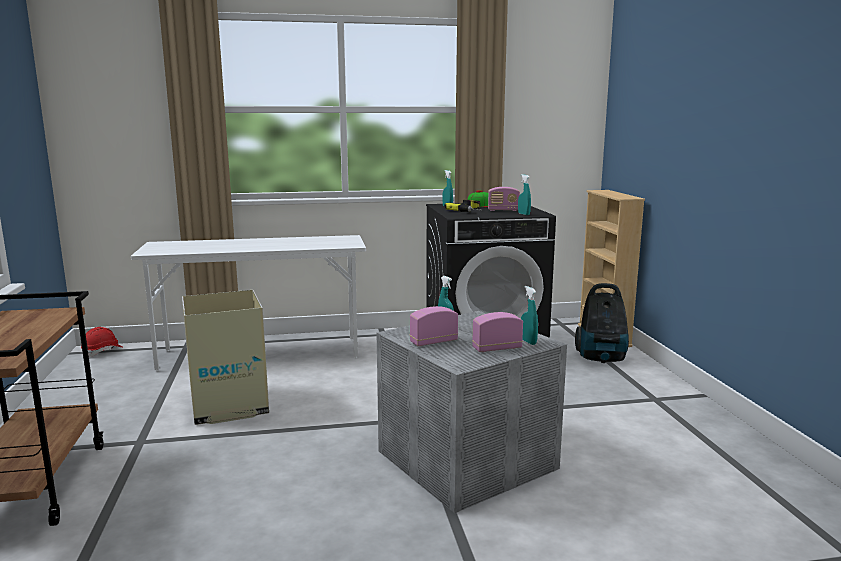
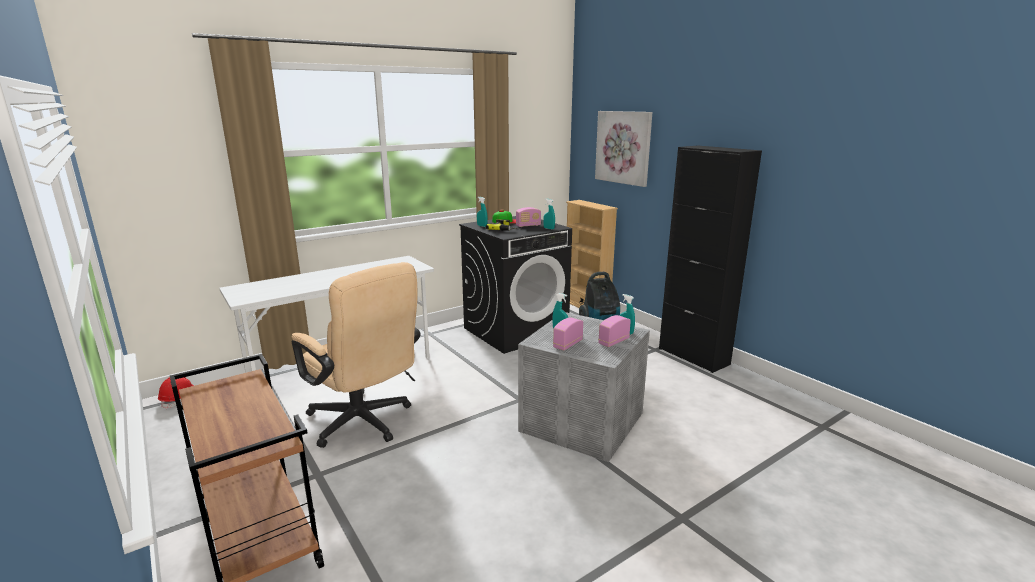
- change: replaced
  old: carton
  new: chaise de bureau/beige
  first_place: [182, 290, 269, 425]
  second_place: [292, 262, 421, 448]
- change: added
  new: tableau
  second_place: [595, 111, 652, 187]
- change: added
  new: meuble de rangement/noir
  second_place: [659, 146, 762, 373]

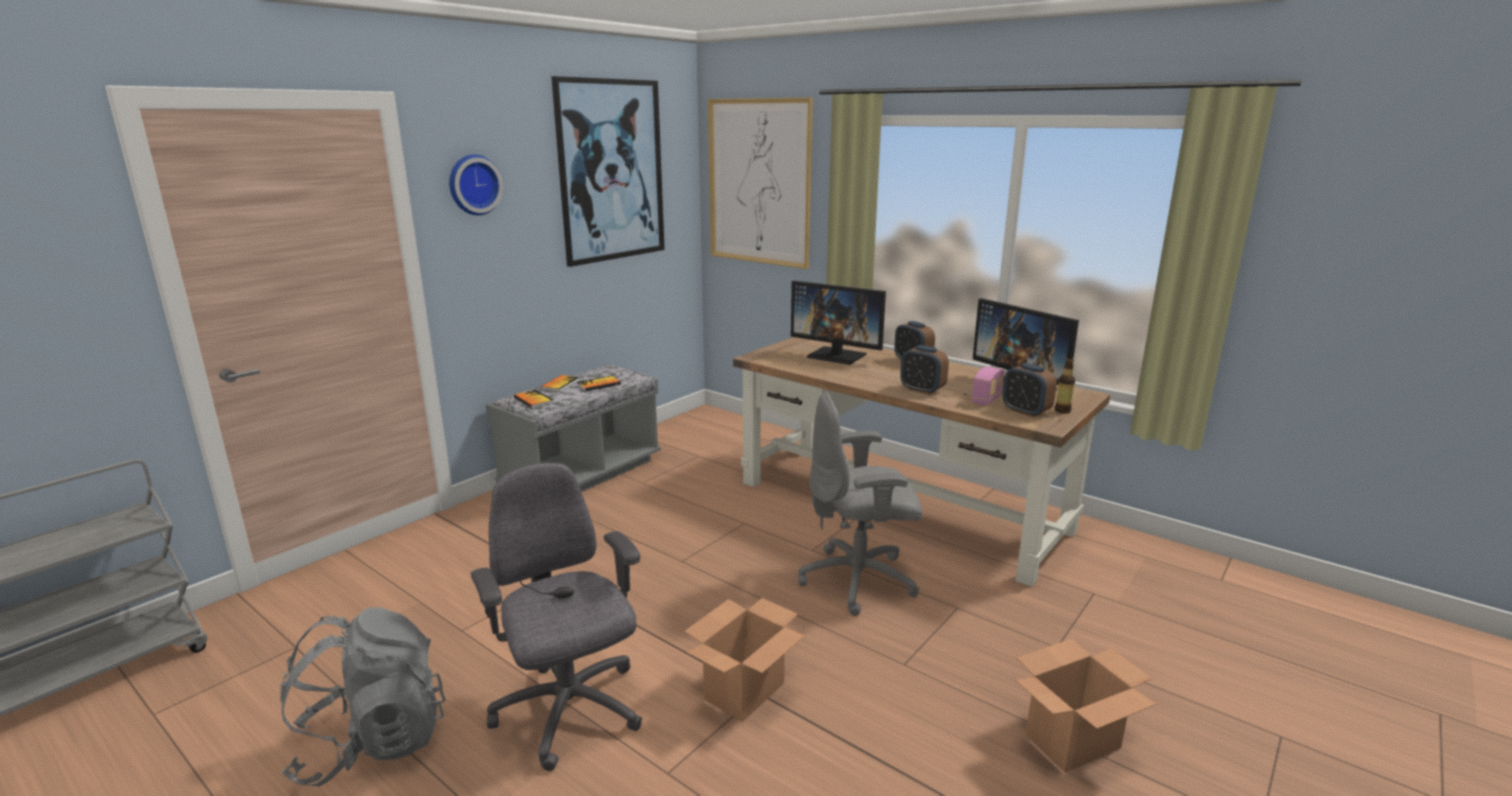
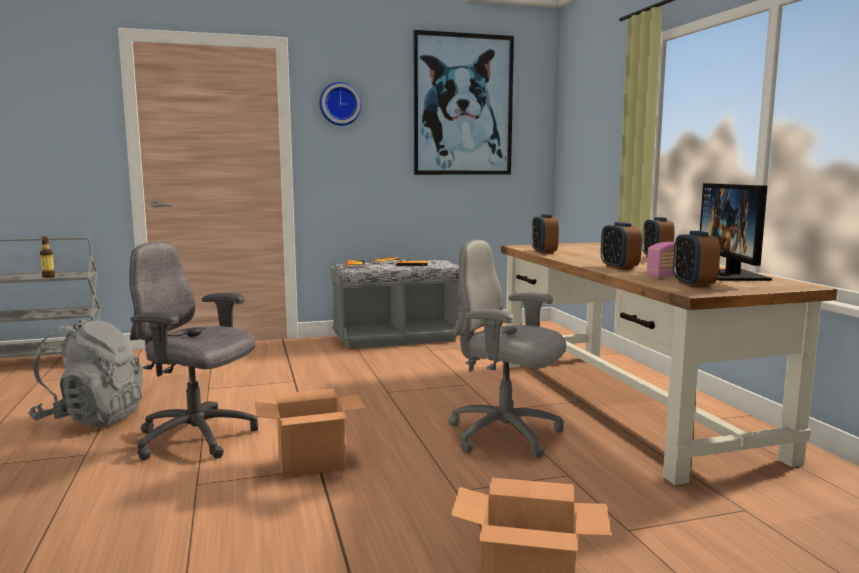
- change: moved
  old: bouteille
  first_place: [1055, 358, 1075, 414]
  second_place: [40, 237, 55, 278]
- change: turned
  old: chaise de bureau/gris
  first_place: [471, 463, 642, 771]
  second_place: [129, 241, 258, 460]
  degrees: -75
- change: added
  new: réveil
  second_place: [532, 214, 559, 254]
- change: removed
  old: tableau
  first_place: [708, 98, 813, 269]
- change: removed
  old: écran d'ordinateur
  first_place: [791, 281, 886, 365]

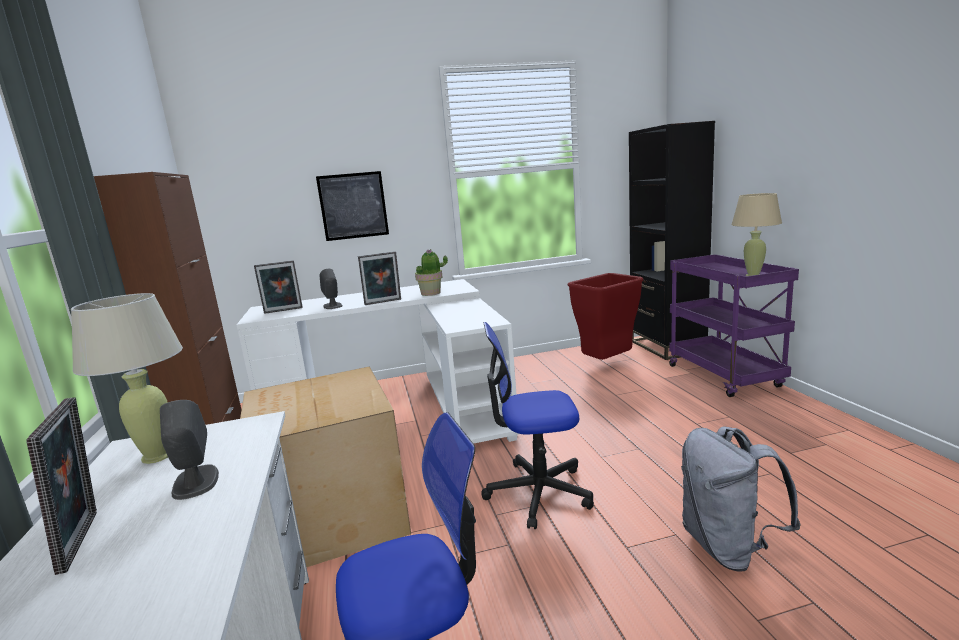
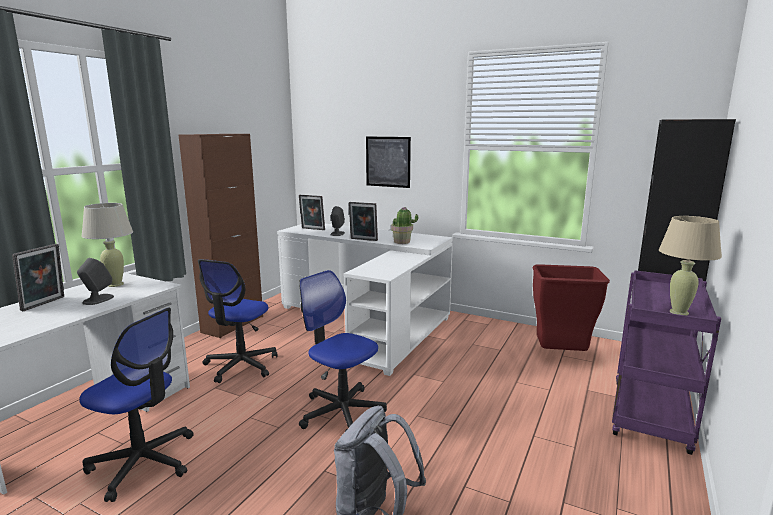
- change: replaced
  old: carton
  new: chaise de bureau
  first_place: [240, 366, 411, 567]
  second_place: [198, 259, 278, 383]

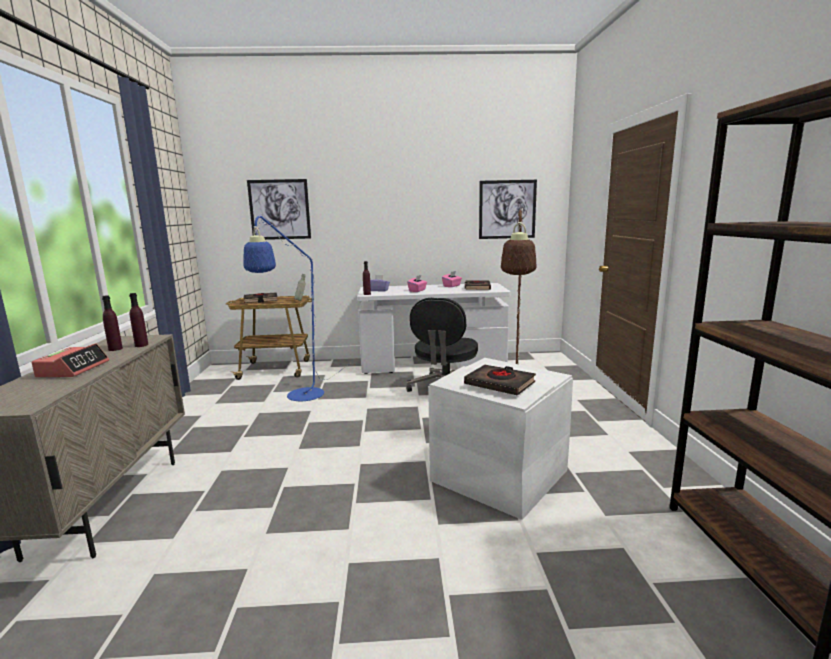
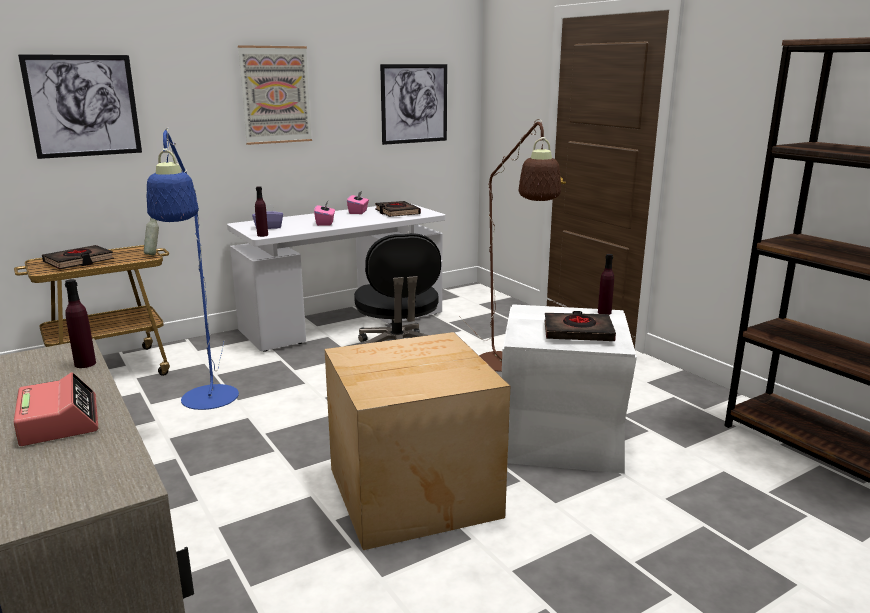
- change: added
  new: tableau
  second_place: [238, 45, 312, 145]
- change: added
  new: carton
  second_place: [325, 332, 510, 550]
- change: moved
  old: bouteille/violet
  first_place: [102, 295, 123, 351]
  second_place: [598, 254, 614, 315]

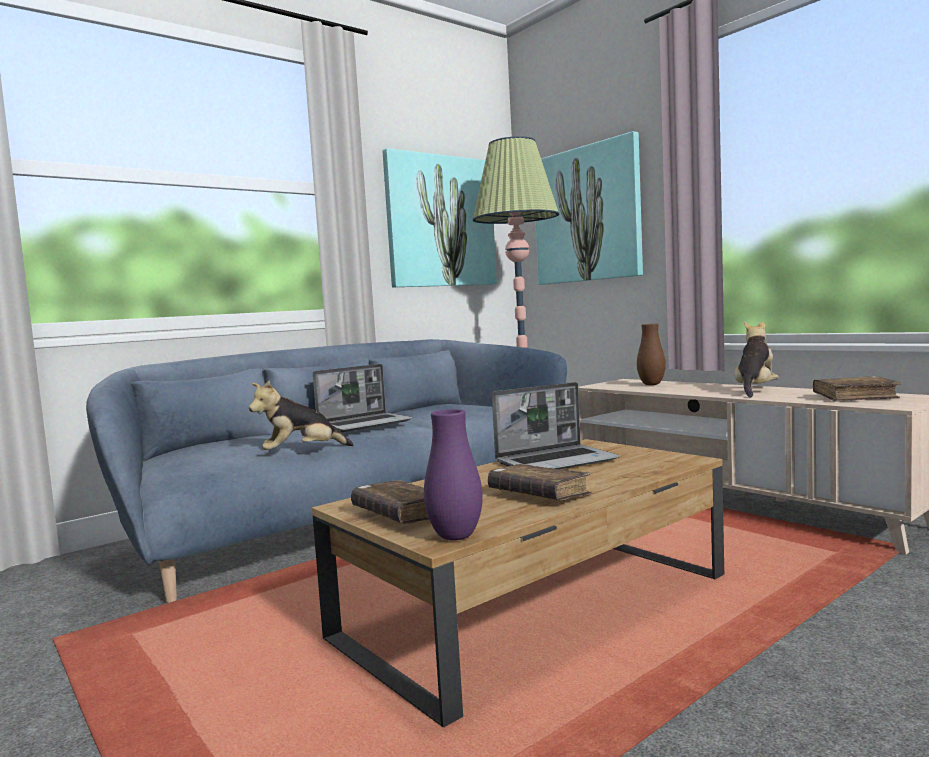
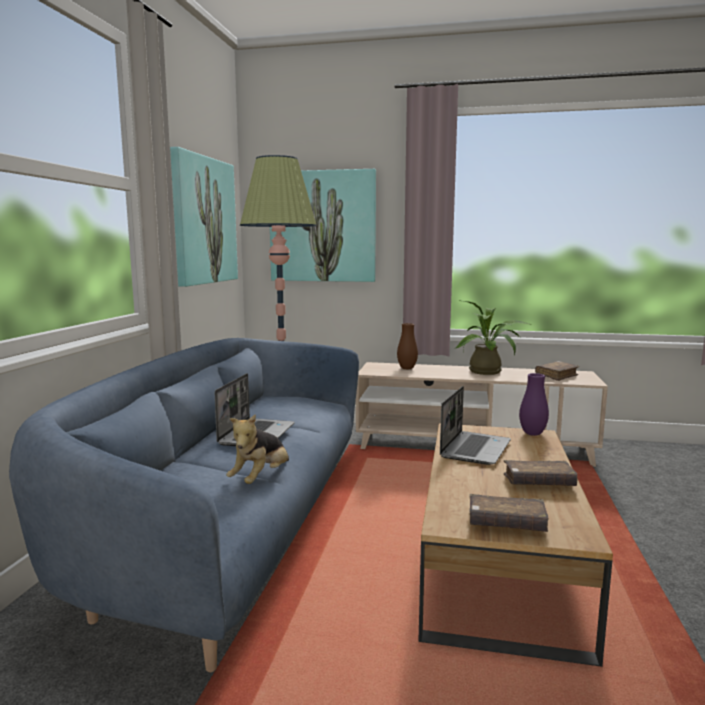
- change: replaced
  old: peluche
  new: plante en pot
  first_place: [734, 321, 779, 398]
  second_place: [456, 301, 532, 375]
- change: moved
  old: vase/violet
  first_place: [424, 409, 483, 541]
  second_place: [519, 373, 549, 436]

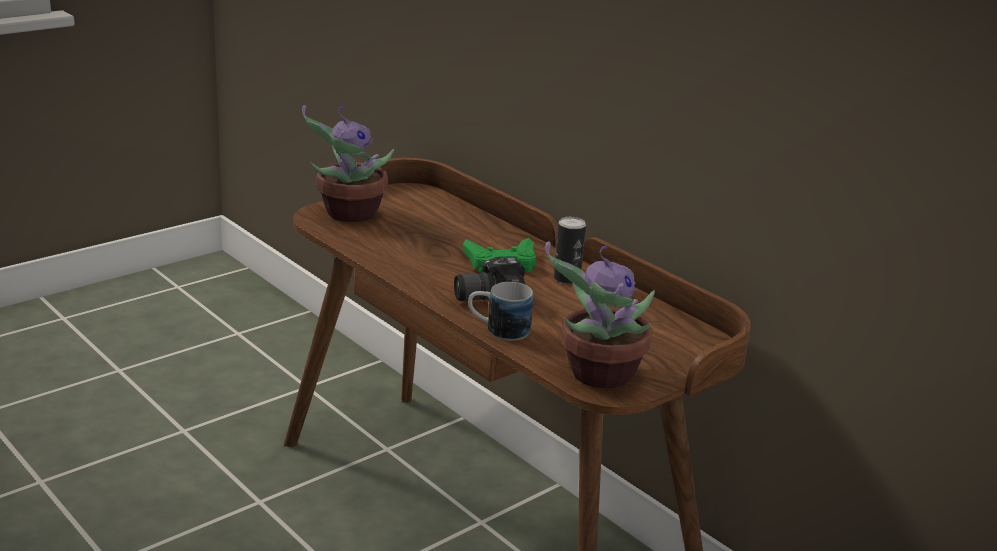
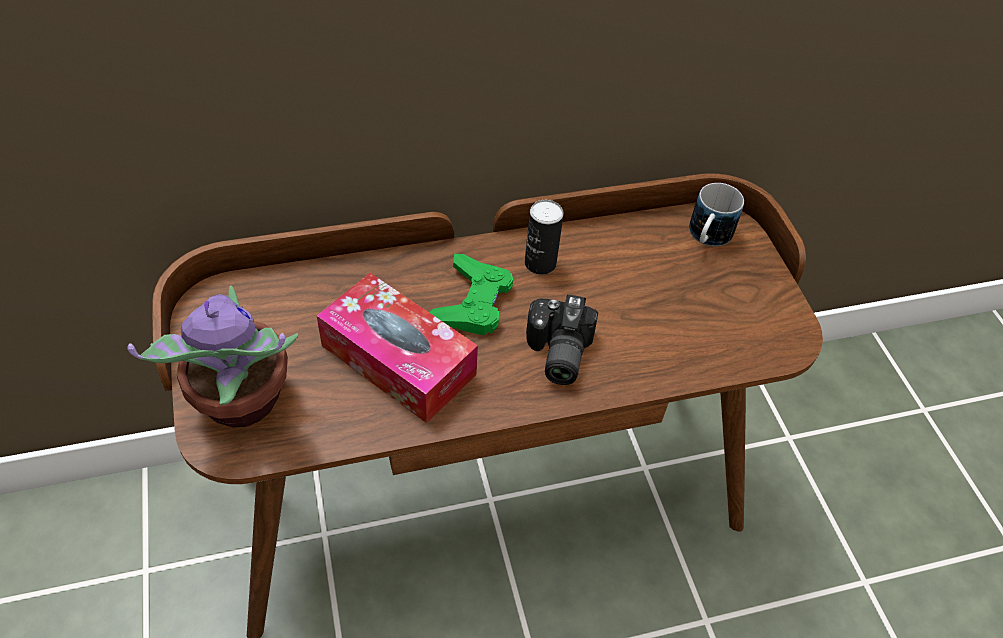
- change: added
  new: boîte à mouchoirs
  second_place: [316, 273, 478, 423]
- change: moved
  old: mug
  first_place: [468, 282, 533, 341]
  second_place: [689, 183, 744, 247]
- change: removed
  old: plante en pot
  first_place: [545, 242, 655, 388]

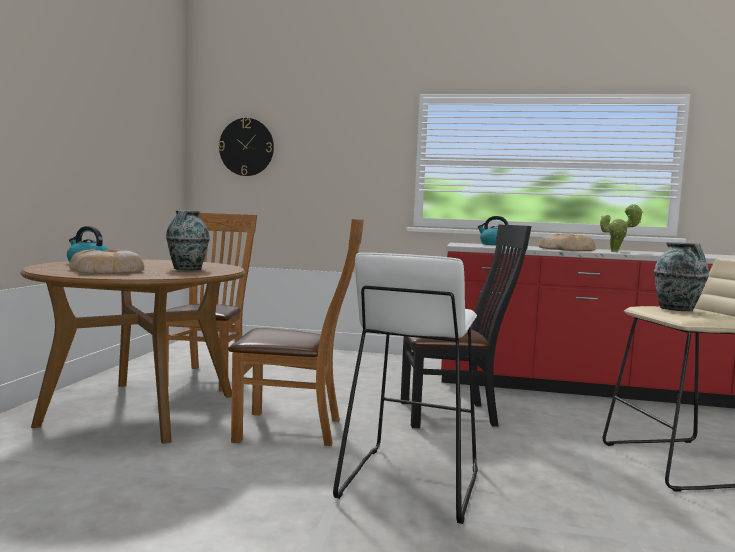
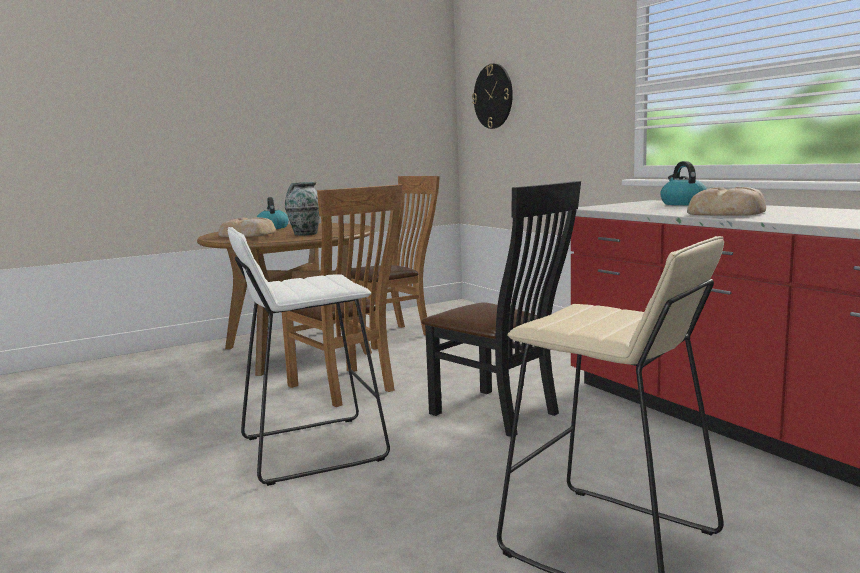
- change: removed
  old: plante en pot
  first_place: [600, 204, 643, 252]
- change: removed
  old: vase
  first_place: [654, 242, 709, 311]

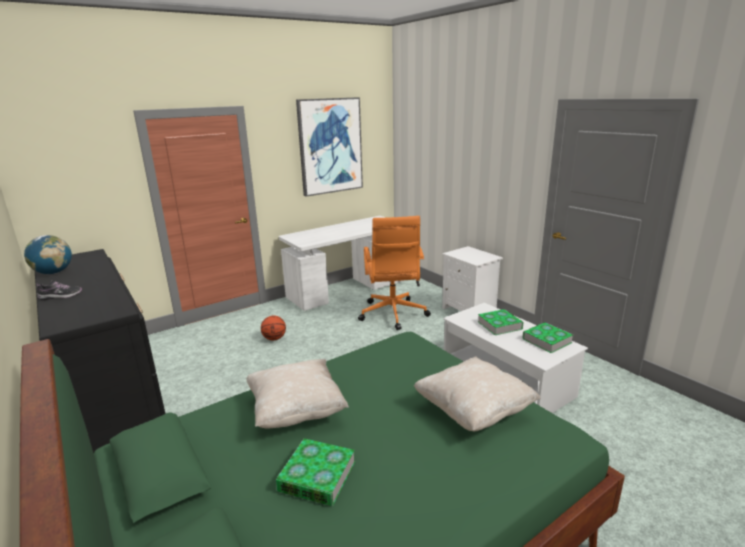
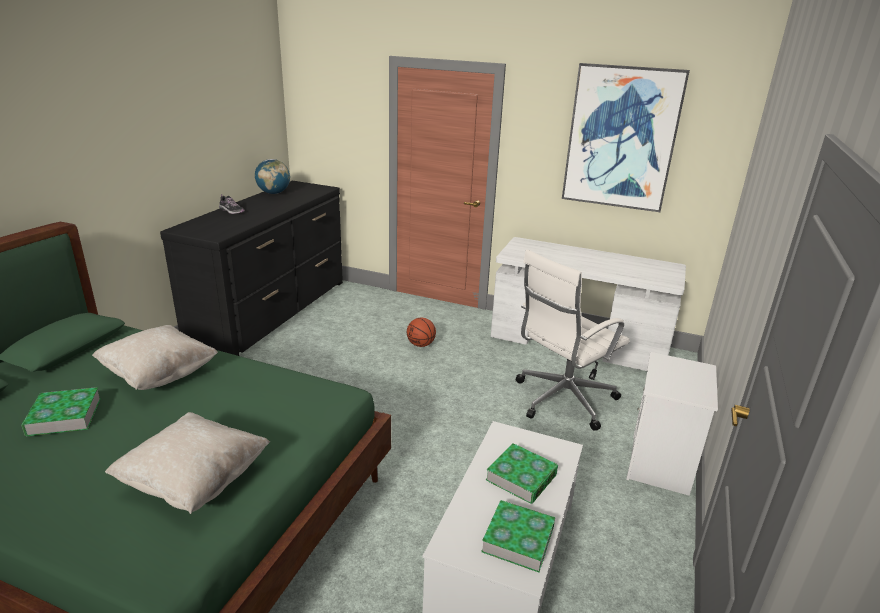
- change: recoloured
  old: chaise de bureau/orange
  new: chaise de bureau/blanc
  first_place: [358, 216, 431, 330]
  second_place: [516, 250, 630, 431]

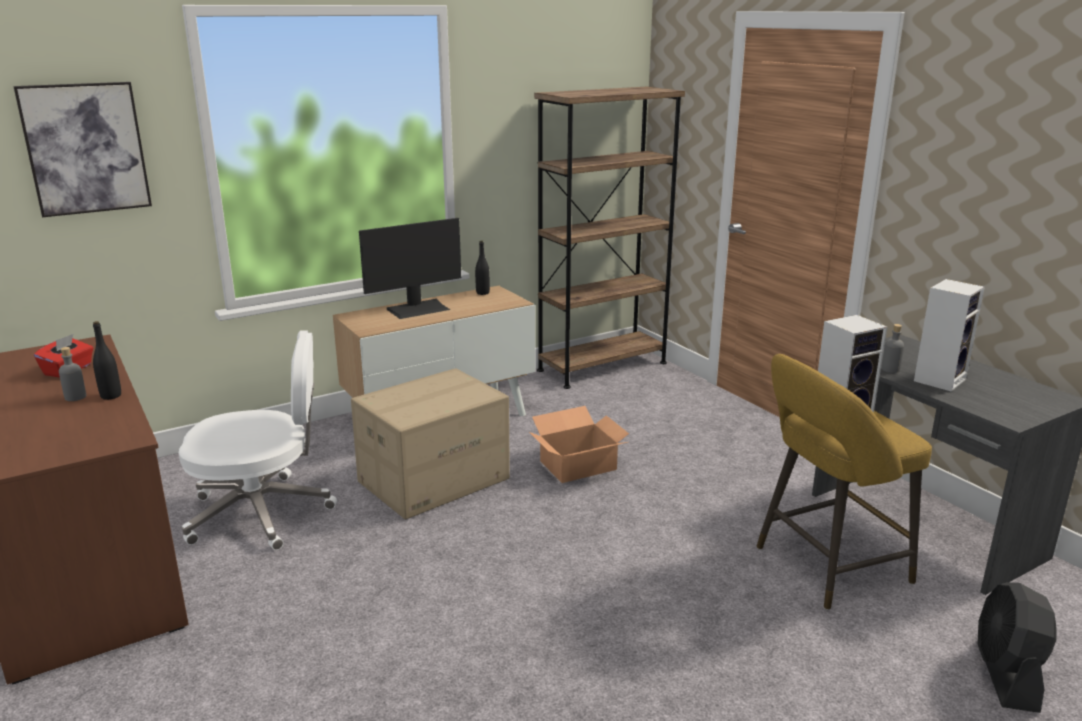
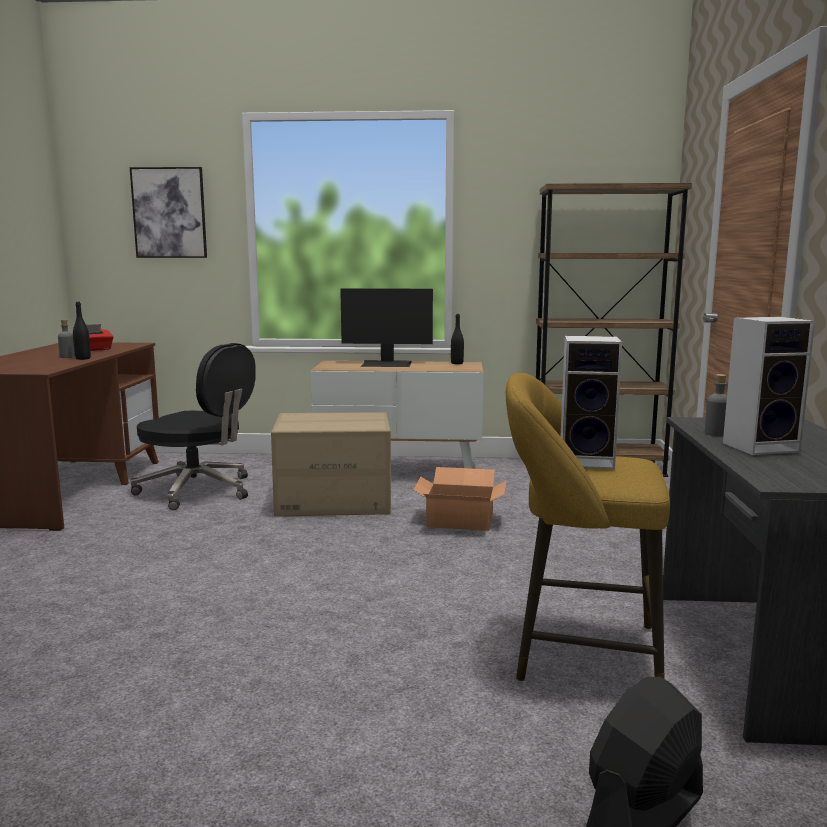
- change: recoloured
  old: chaise de bureau/blanc
  new: chaise de bureau/noir
  first_place: [179, 330, 337, 550]
  second_place: [130, 343, 256, 511]

